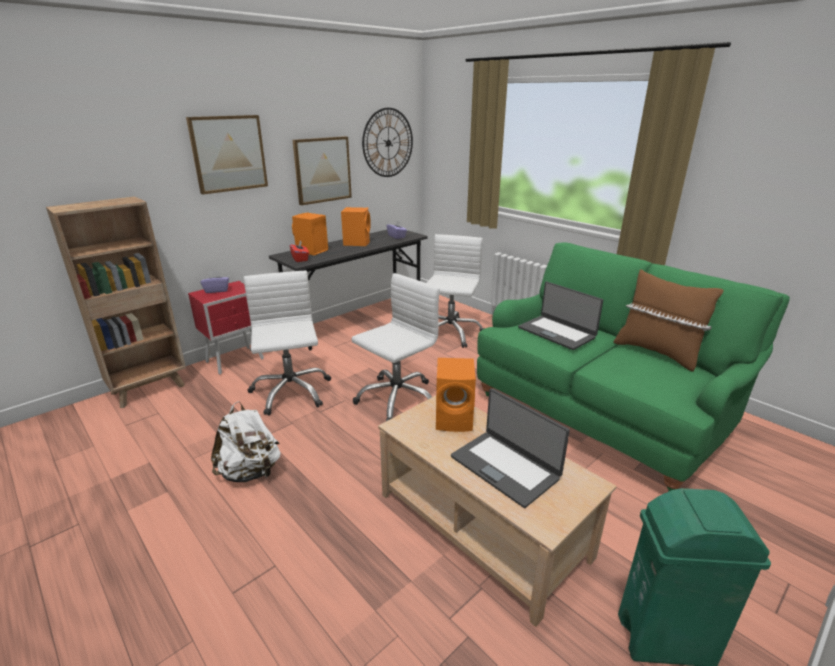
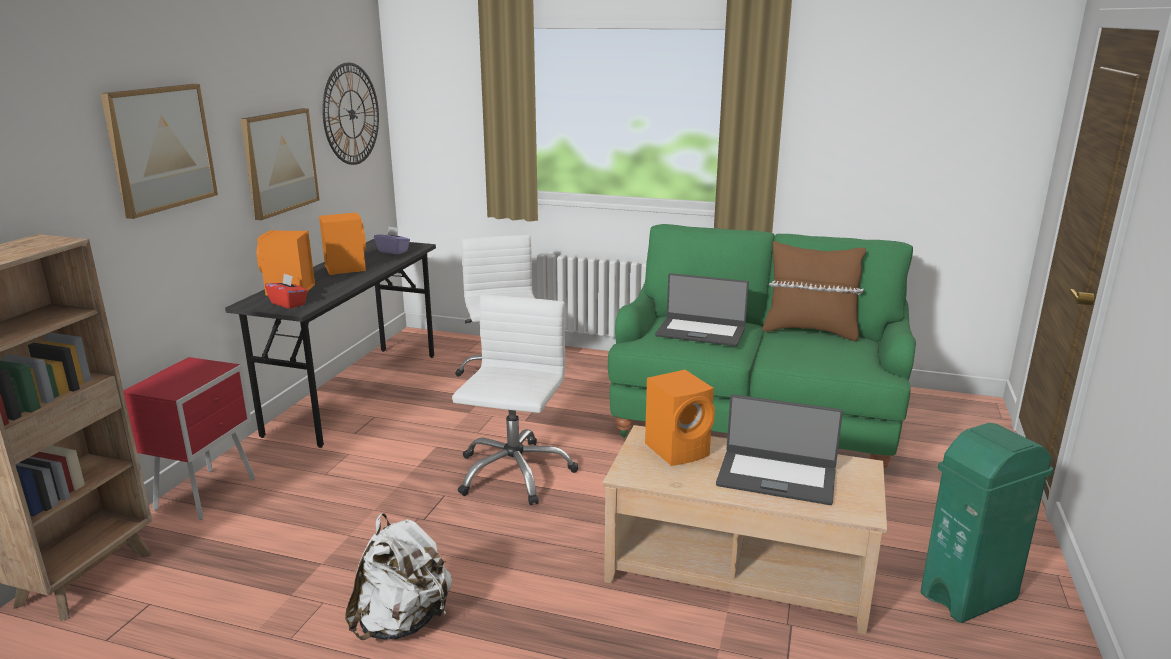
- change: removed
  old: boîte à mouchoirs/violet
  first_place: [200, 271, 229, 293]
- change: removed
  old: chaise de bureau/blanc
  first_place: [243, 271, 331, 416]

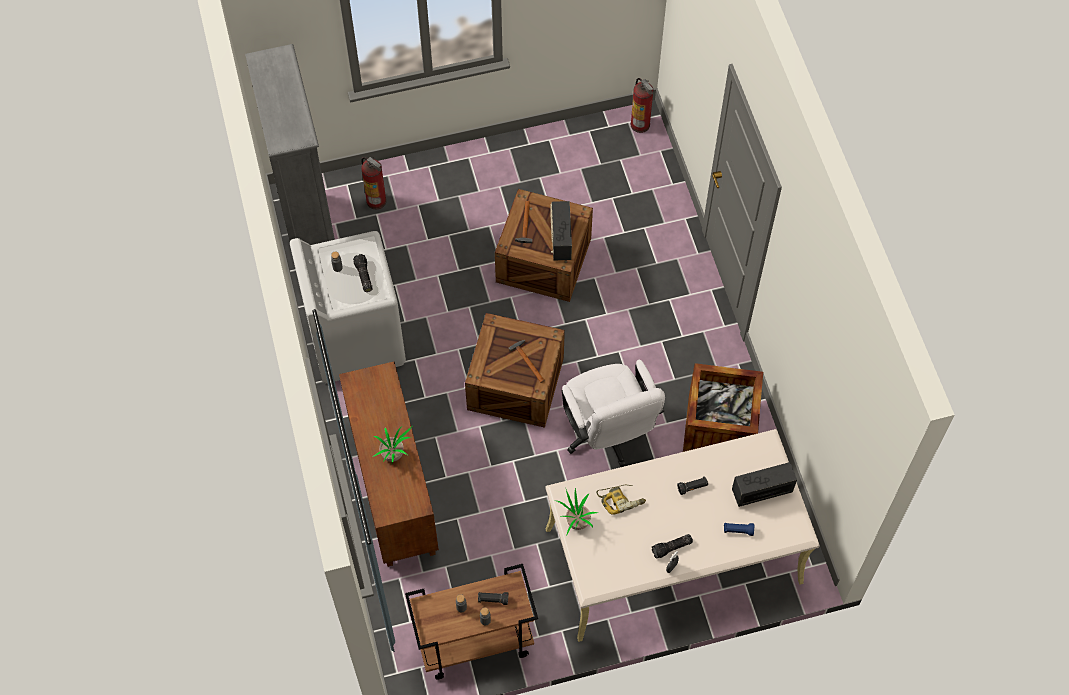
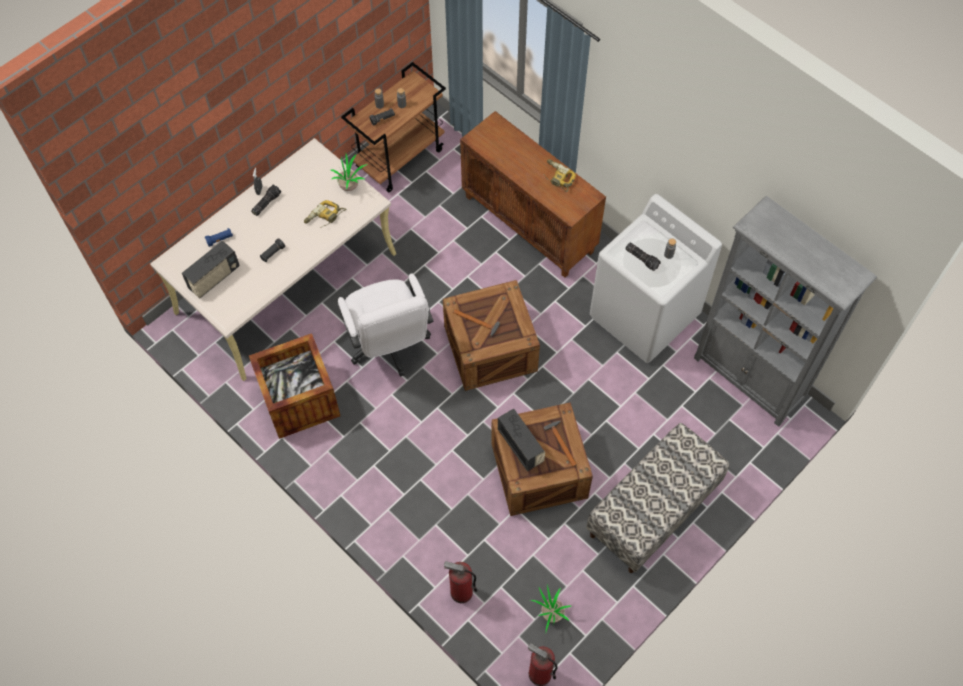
- change: turned
  old: chaise de bureau/blanc
  first_place: [562, 360, 665, 467]
  second_place: [338, 273, 434, 377]
  degrees: -150
- change: moved
  old: extincteur
  first_place: [361, 157, 387, 209]
  second_place: [444, 561, 478, 603]
- change: moved
  old: plante en pot
  first_place: [372, 427, 412, 464]
  second_place: [529, 584, 571, 631]
- change: added
  new: perceuse
  second_place: [543, 159, 576, 192]
- change: added
  new: banc
  second_place: [586, 423, 730, 573]

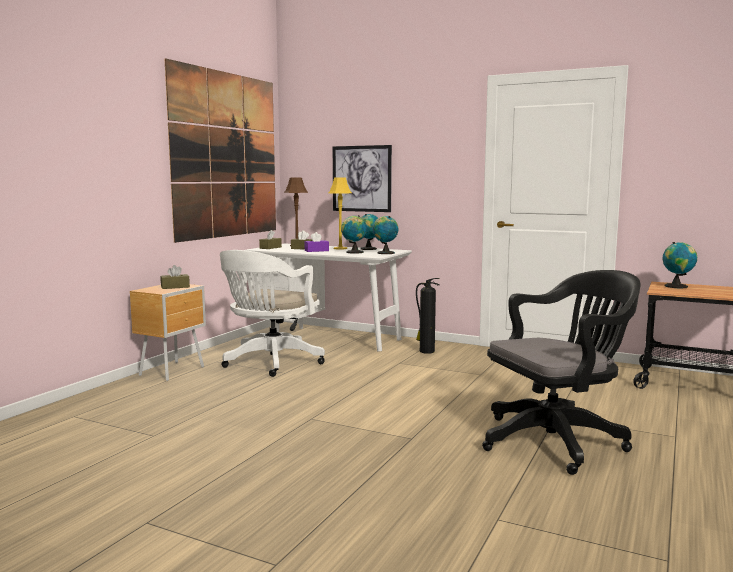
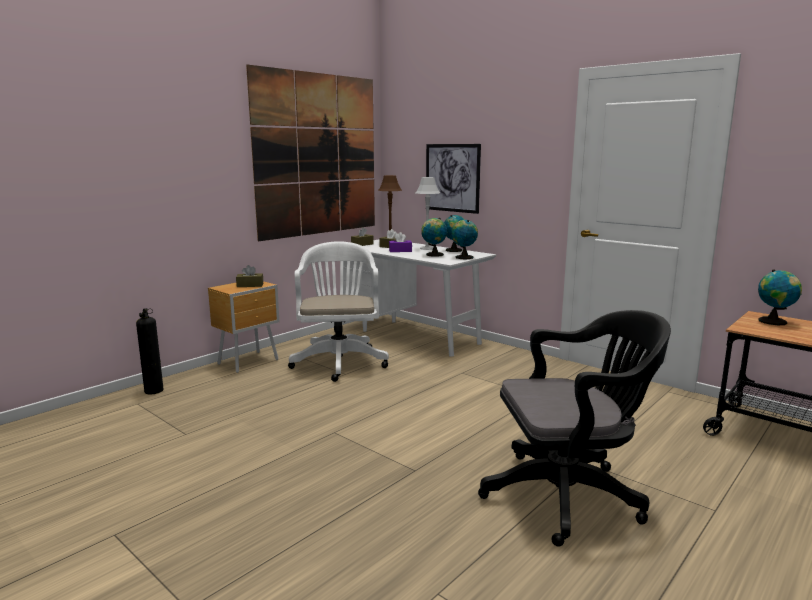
- change: moved
  old: extincteur
  first_place: [416, 278, 440, 354]
  second_place: [136, 308, 163, 395]
- change: turned
  old: chaise de bureau/blanc
  first_place: [220, 250, 325, 377]
  second_place: [288, 241, 389, 382]
  degrees: 135
- change: recoloured
  old: lampe de table/jaune
  new: lampe de table/gris
  first_place: [329, 178, 352, 249]
  second_place: [416, 177, 440, 250]

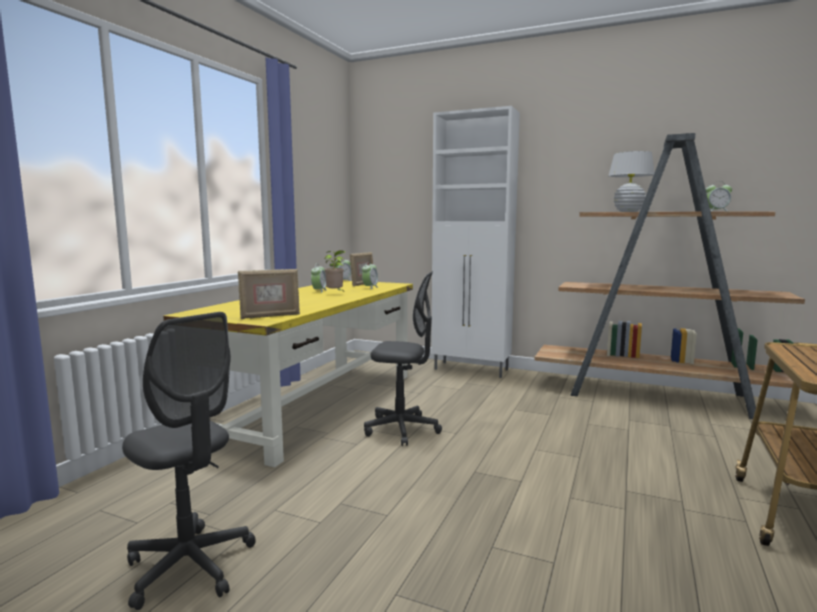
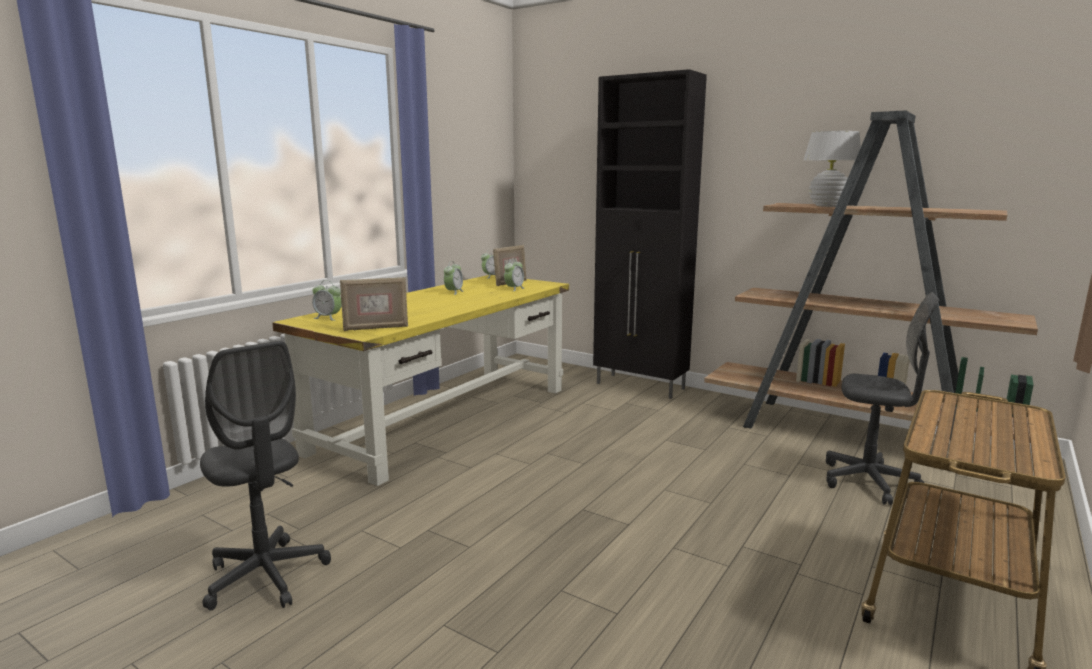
- change: moved
  old: réveil
  first_place: [705, 181, 732, 211]
  second_place: [312, 280, 342, 321]
- change: recoloured
  old: meuble de rangement/blanc
  new: meuble de rangement/noir
  first_place: [431, 106, 520, 378]
  second_place: [593, 69, 707, 399]
- change: moved
  old: chaise de bureau/gris
  first_place: [364, 271, 442, 446]
  second_place: [826, 292, 940, 505]
- change: removed
  old: plante en pot
  first_place: [325, 250, 346, 291]

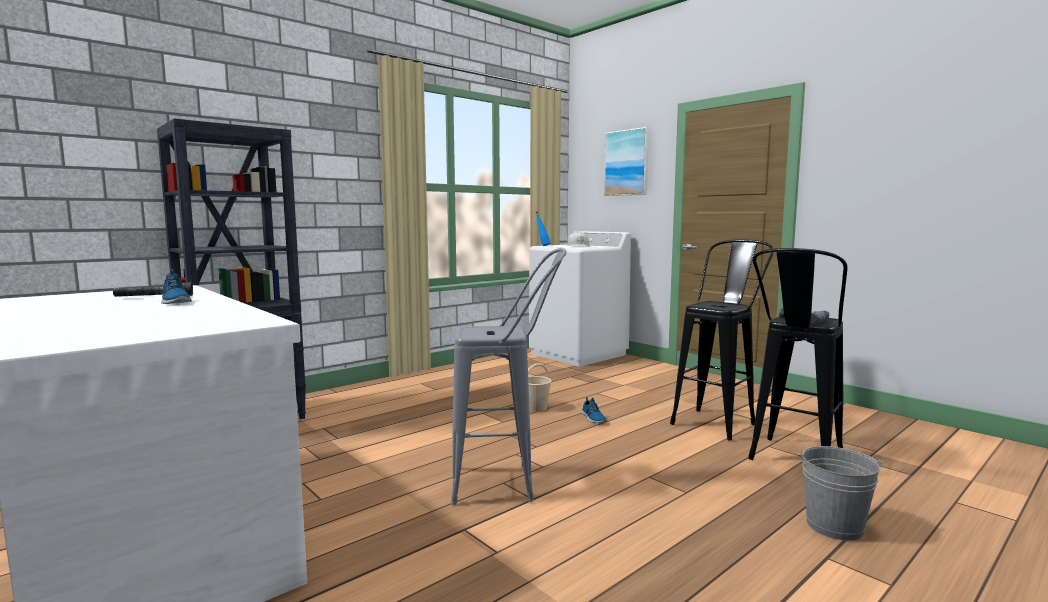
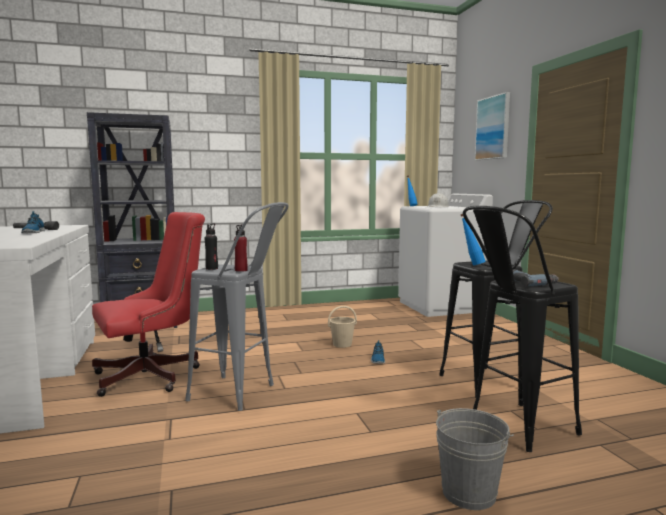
- change: added
  new: chaise de bureau/rouge
  second_place: [92, 212, 205, 397]
- change: added
  new: bouteille/noir
  second_place: [204, 223, 218, 270]
- change: added
  new: bouteille/rouge
  second_place: [234, 225, 248, 272]
- change: added
  new: bouteille/bleu
  second_place: [461, 214, 486, 266]

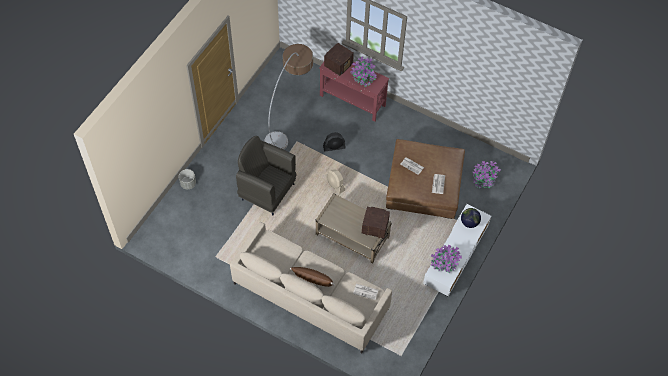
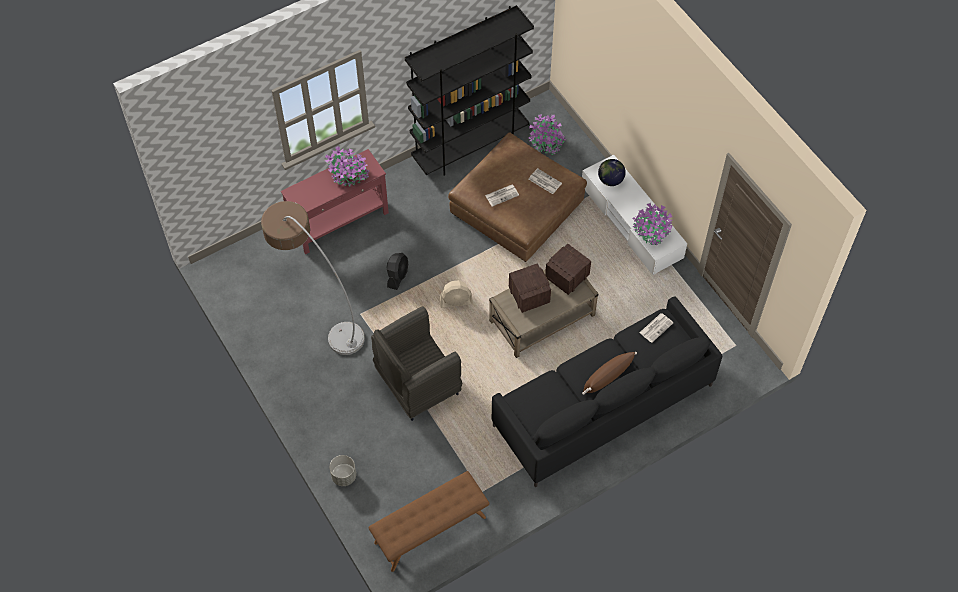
- change: added
  new: banc/marron
  second_place: [369, 471, 489, 572]
- change: added
  new: bibliothèque/noir
  second_place: [405, 5, 534, 176]
- change: recoloured
  old: canapé/beige
  new: canapé/noir
  first_place: [230, 222, 392, 353]
  second_place: [492, 297, 722, 488]
- change: moved
  old: radio
  first_place: [324, 43, 354, 76]
  second_place: [509, 263, 551, 313]

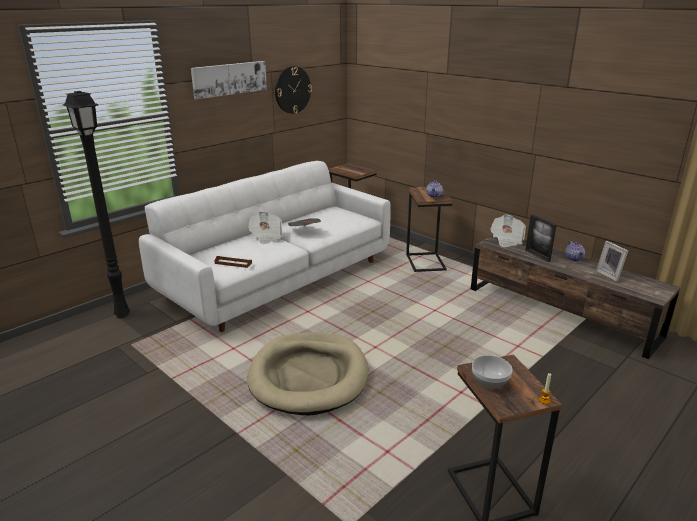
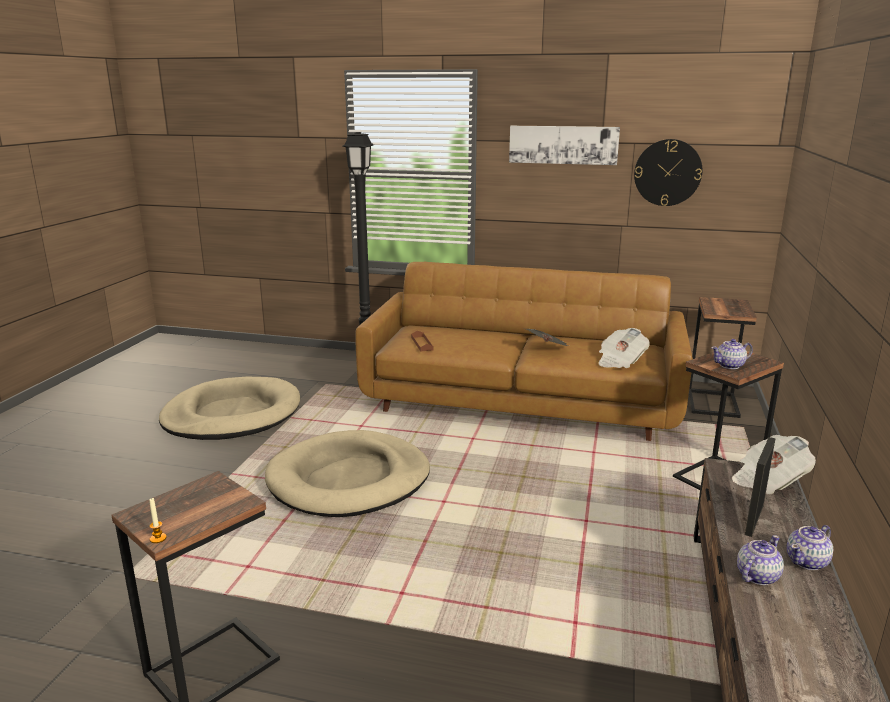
- change: added
  new: panier pour chien/beige
  second_place: [159, 377, 300, 440]
- change: recoloured
  old: canapé/blanc
  new: canapé/marron
  first_place: [139, 161, 391, 332]
  second_place: [355, 262, 693, 441]
- change: moved
  old: journal
  first_place: [248, 211, 282, 244]
  second_place: [598, 328, 650, 368]
- change: added
  new: théière
  second_place: [737, 535, 784, 585]
- change: removed
  old: bol
  first_place: [472, 355, 512, 388]
- change: removed
  old: cadre photo
  first_place: [596, 241, 628, 282]

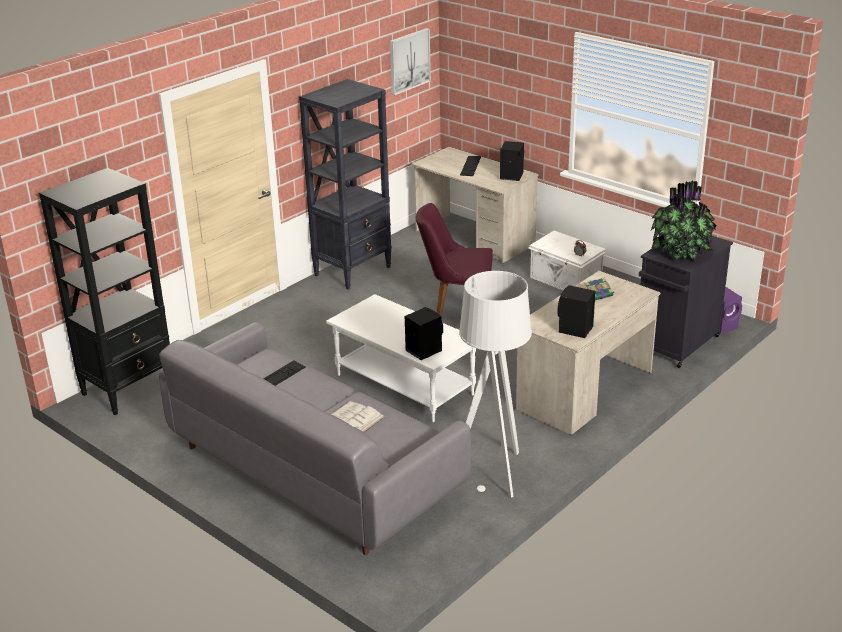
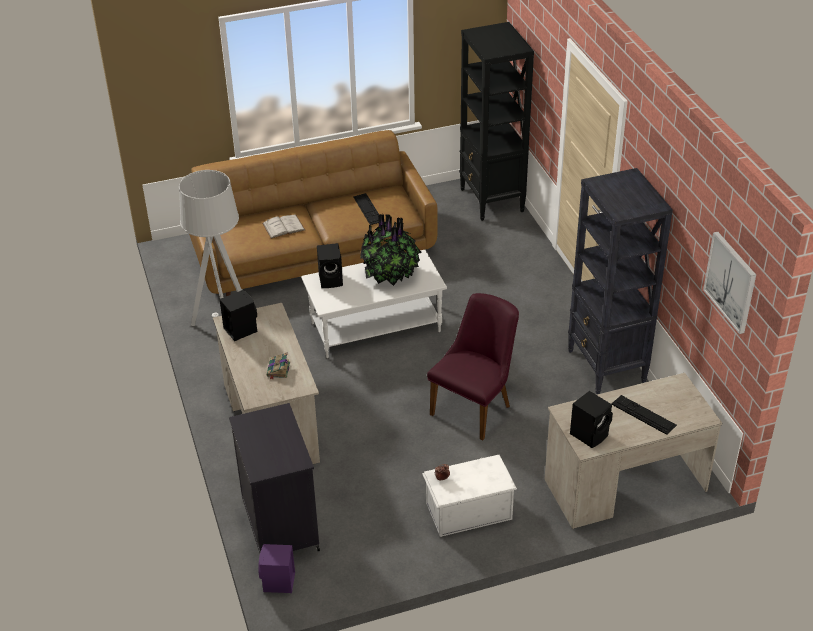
- change: recoloured
  old: canapé/gris
  new: canapé/marron
  first_place: [159, 322, 471, 555]
  second_place: [189, 130, 438, 296]
- change: moved
  old: plante en pot
  first_place: [651, 181, 717, 261]
  second_place: [360, 214, 422, 286]

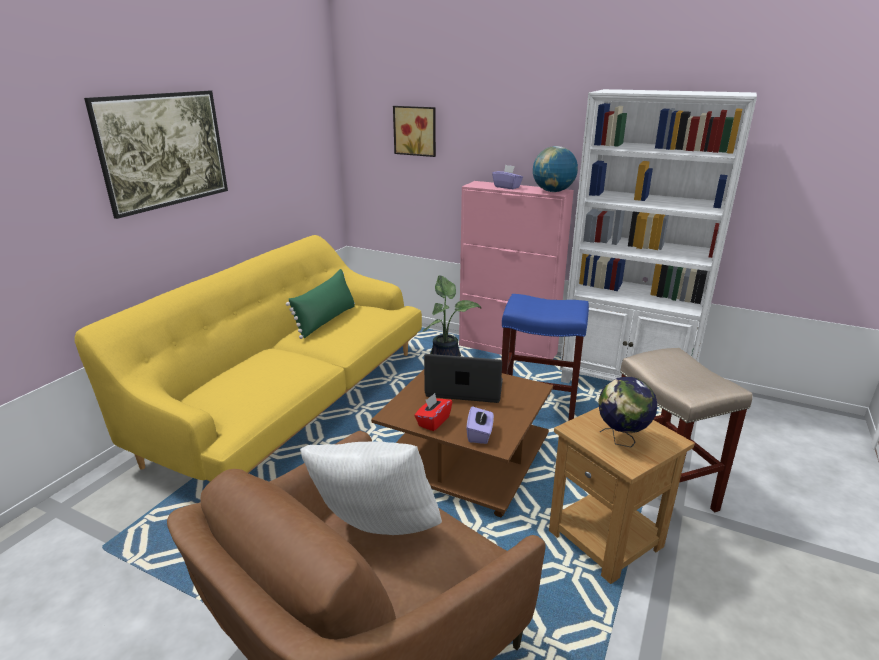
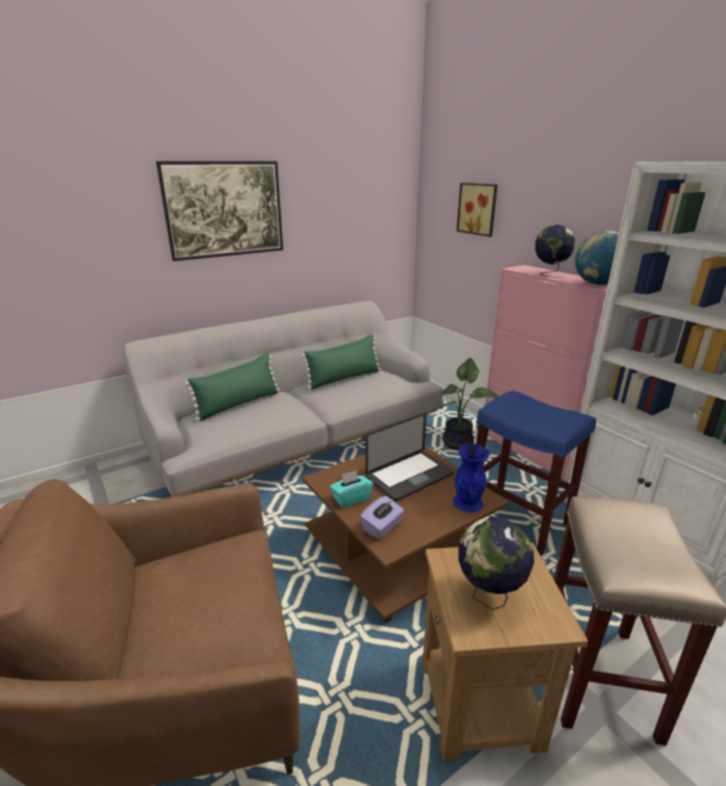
- change: recoloured
  old: canapé/jaune
  new: canapé/gris
  first_place: [75, 235, 422, 482]
  second_place: [123, 301, 443, 497]
- change: added
  new: coussin/vert
  second_place: [185, 353, 280, 421]
- change: recoloured
  old: boîte à mouchoirs/rouge
  new: boîte à mouchoirs/turquoise
  first_place: [415, 393, 452, 431]
  second_place: [330, 470, 373, 508]
- change: turned
  old: ordinateur portable
  first_place: [424, 354, 503, 403]
  second_place: [365, 413, 454, 501]
  degrees: 105
- change: added
  new: vase/bleu
  second_place: [453, 443, 490, 512]
- change: replaced
  old: boîte à mouchoirs/violet
  new: globe
  first_place: [492, 165, 523, 189]
  second_place: [535, 225, 575, 278]
- change: removed
  old: coussin/blanc
  first_place: [300, 441, 442, 535]

